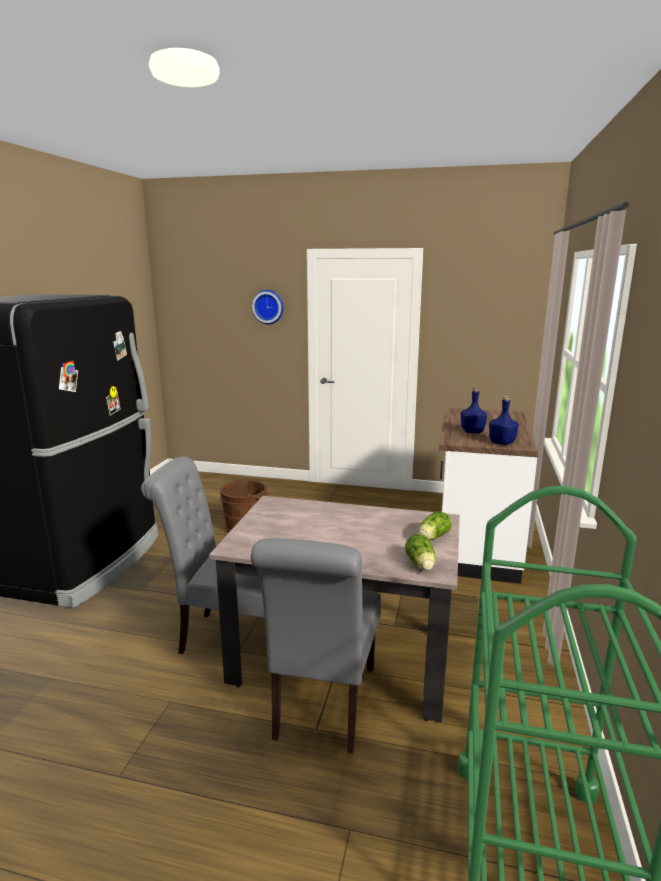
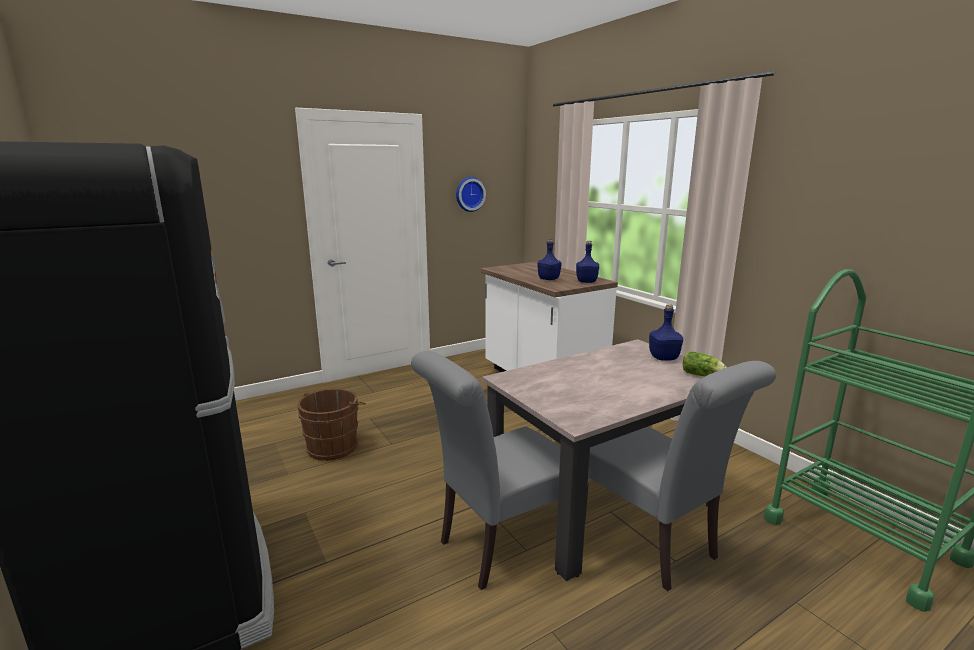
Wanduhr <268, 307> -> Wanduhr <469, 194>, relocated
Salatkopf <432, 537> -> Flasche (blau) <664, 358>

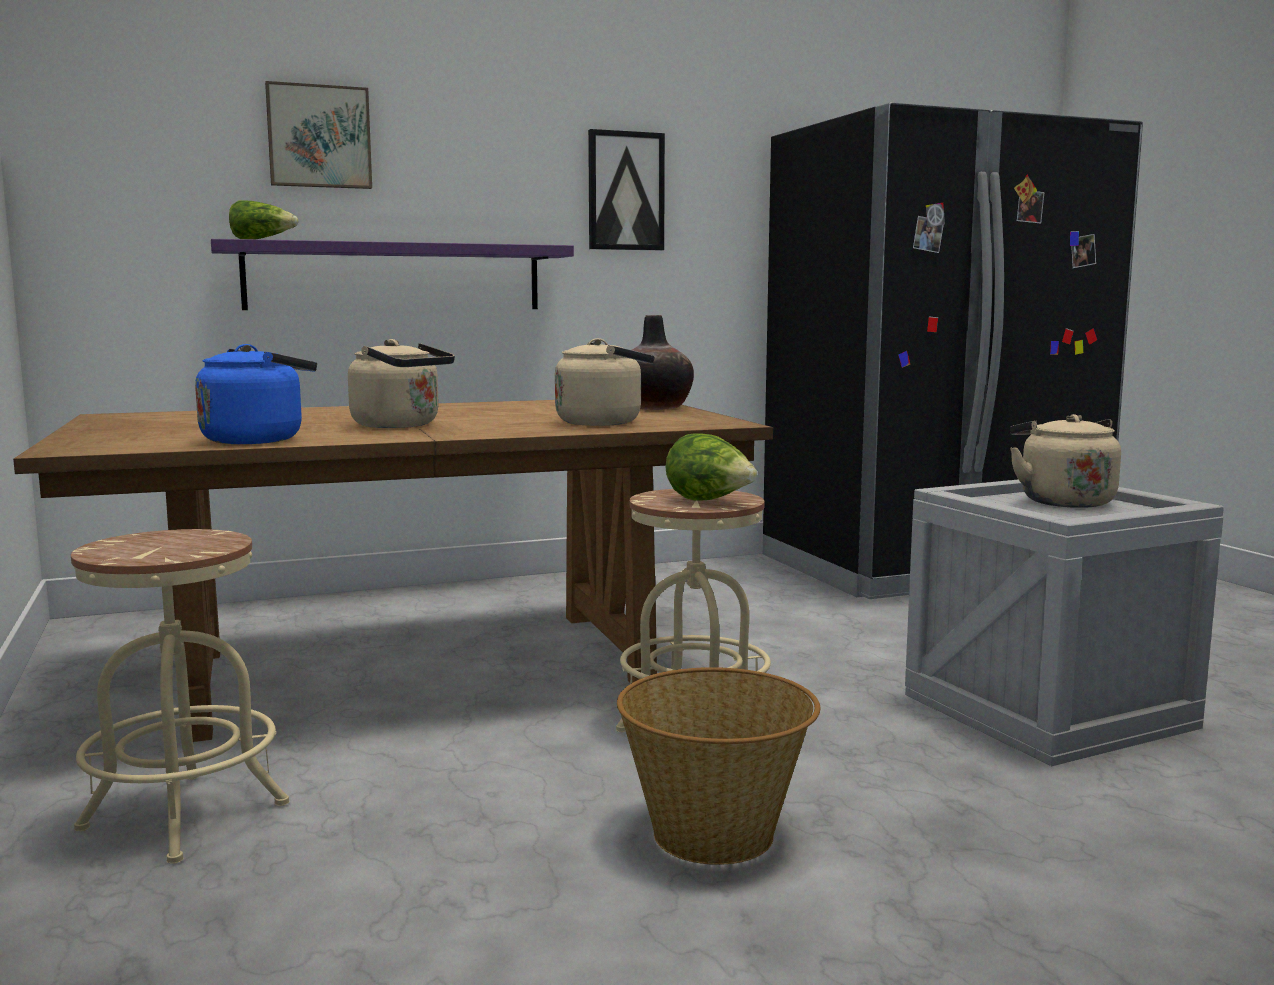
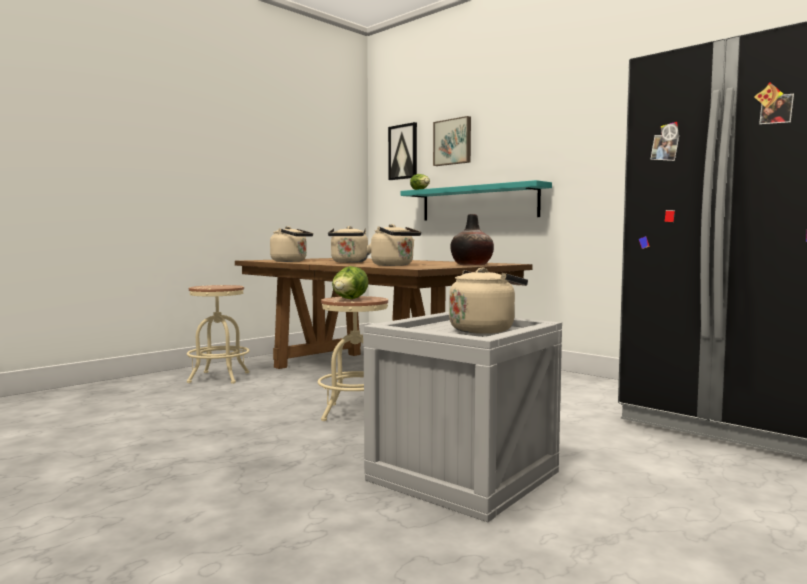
Korb <716, 834> -> none
Bild <625, 191> -> Bild <403, 152>, relocated
Wasserkessel (blau) <258, 440> -> Wasserkessel (beige) <291, 261>
Wandregal (lila) <395, 277> -> Wandregal (türkis) <478, 203>

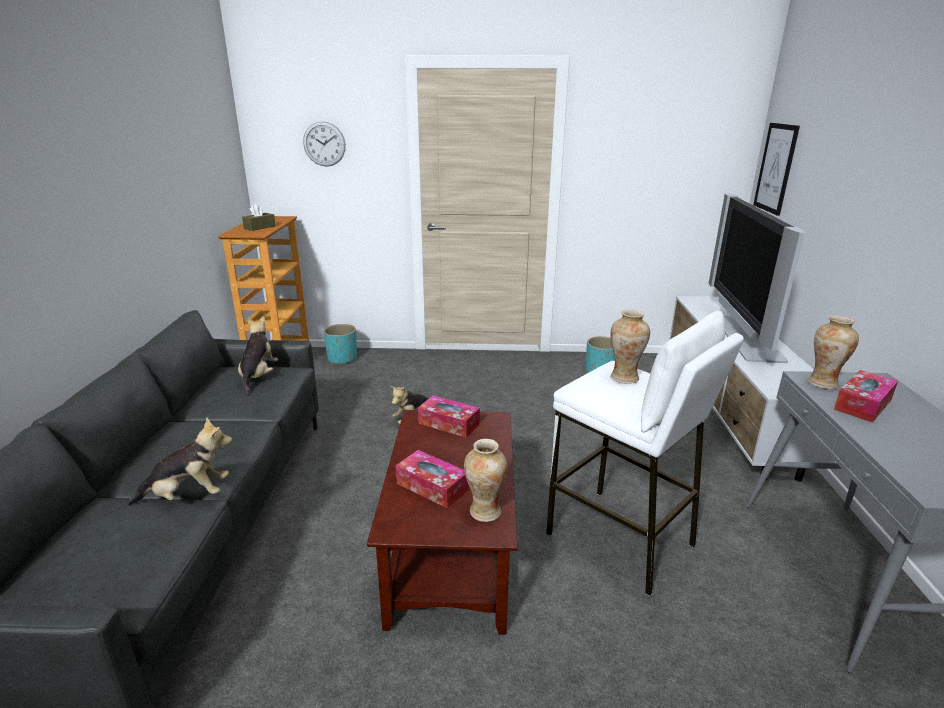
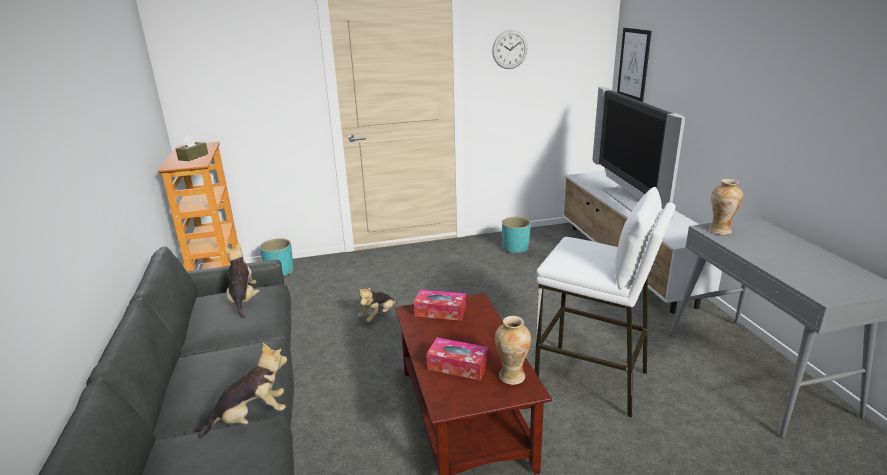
Vase <624, 378> -> none
Taschentuchbox <862, 404> -> none
Wanduhr <324, 144> -> Wanduhr <509, 49>, relocated

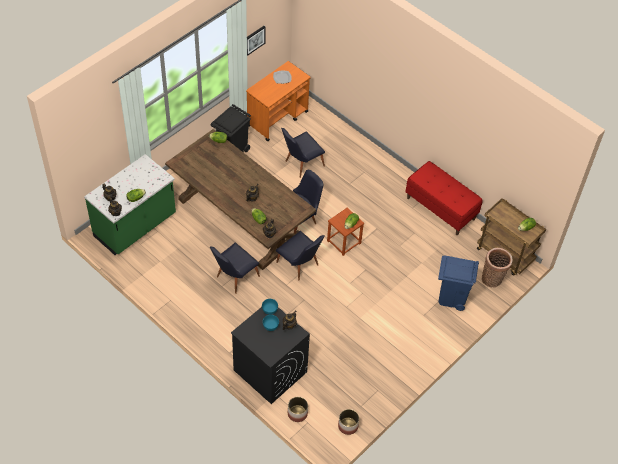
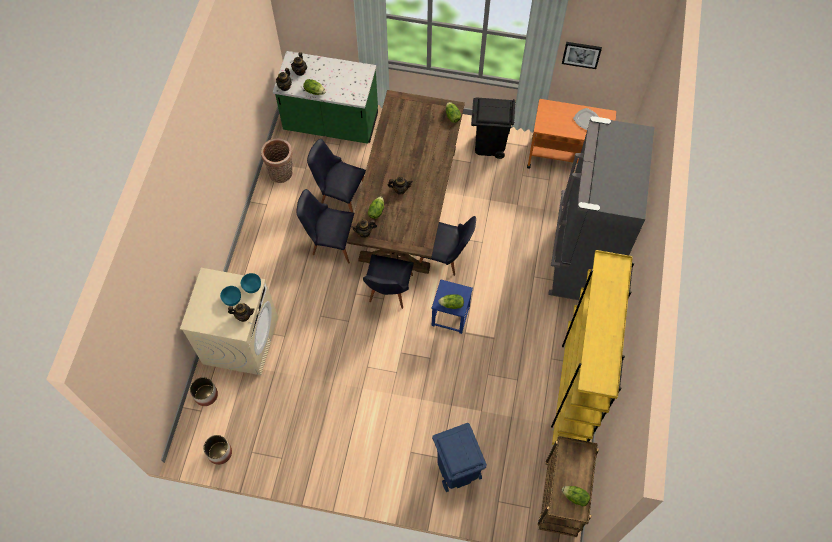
none -> Kühlschrank (grau) <580, 260>
Stuhl (schwarz) <301, 164> -> Stuhl (schwarz) <340, 195>, relocated
Korb <493, 279> -> Korb <282, 174>, relocated
Bank (rot) <441, 208> -> Bücherregal (gelb) <574, 389>
Waschmaschine (schwarz) <269, 371> -> Waschmaschine (beige) <240, 340>
Hocker (braun) <344, 242> -> Hocker (blau) <450, 316>

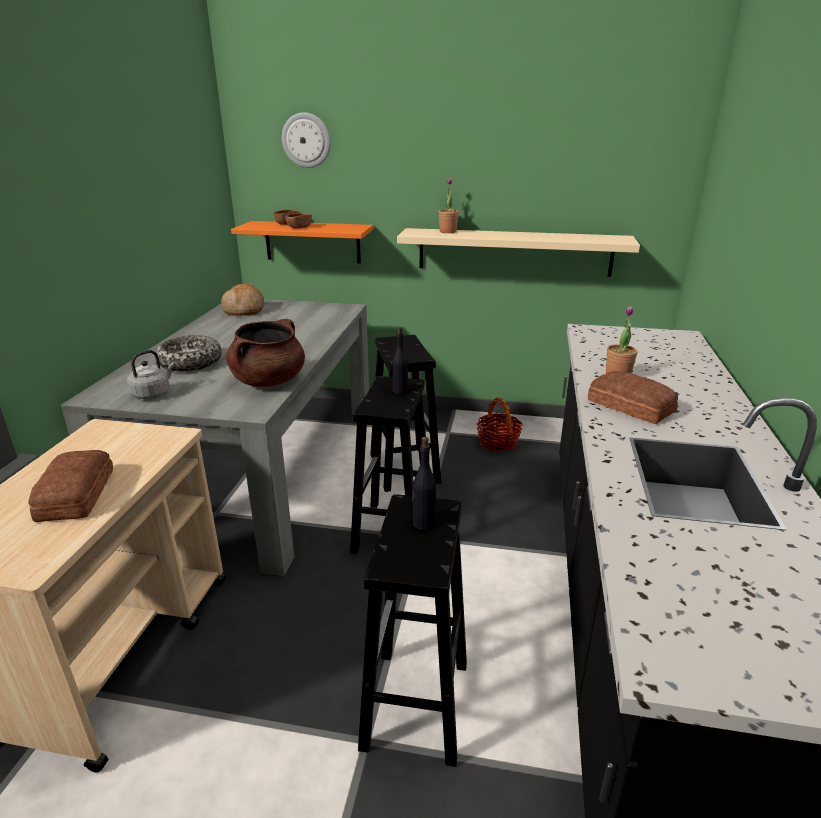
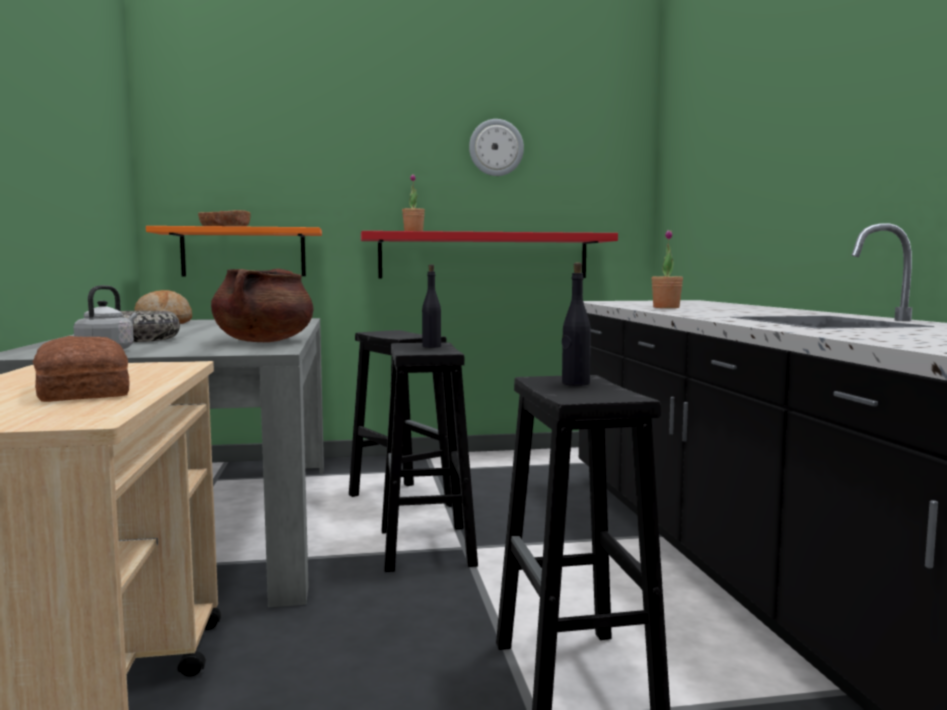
Korb <498, 442> -> none
Brot <630, 407> -> none
Wanduhr <306, 140> -> Wanduhr <496, 147>, relocated
Wandregal (beige) <514, 252> -> Wandregal (rot) <484, 256>

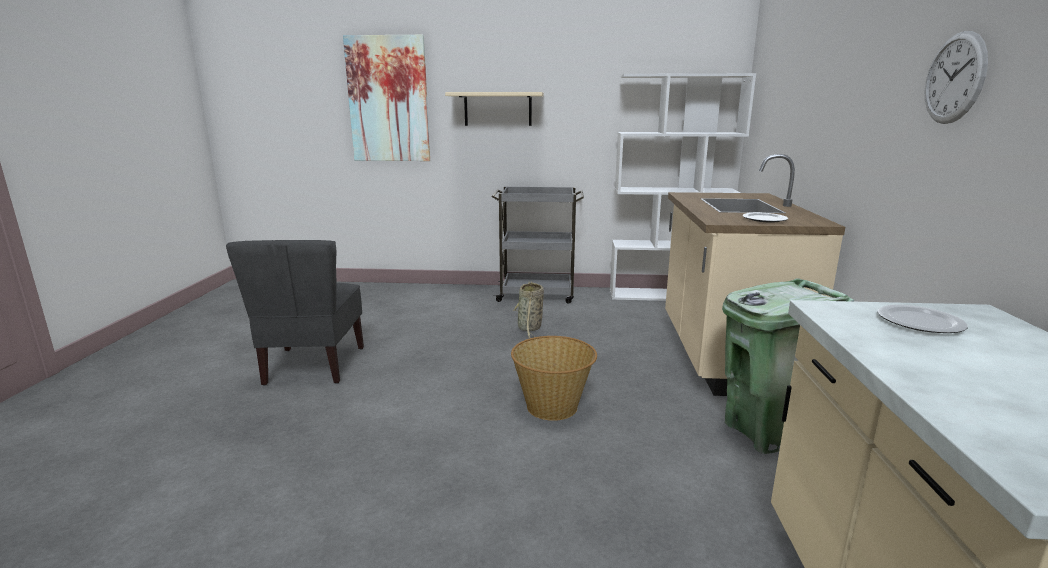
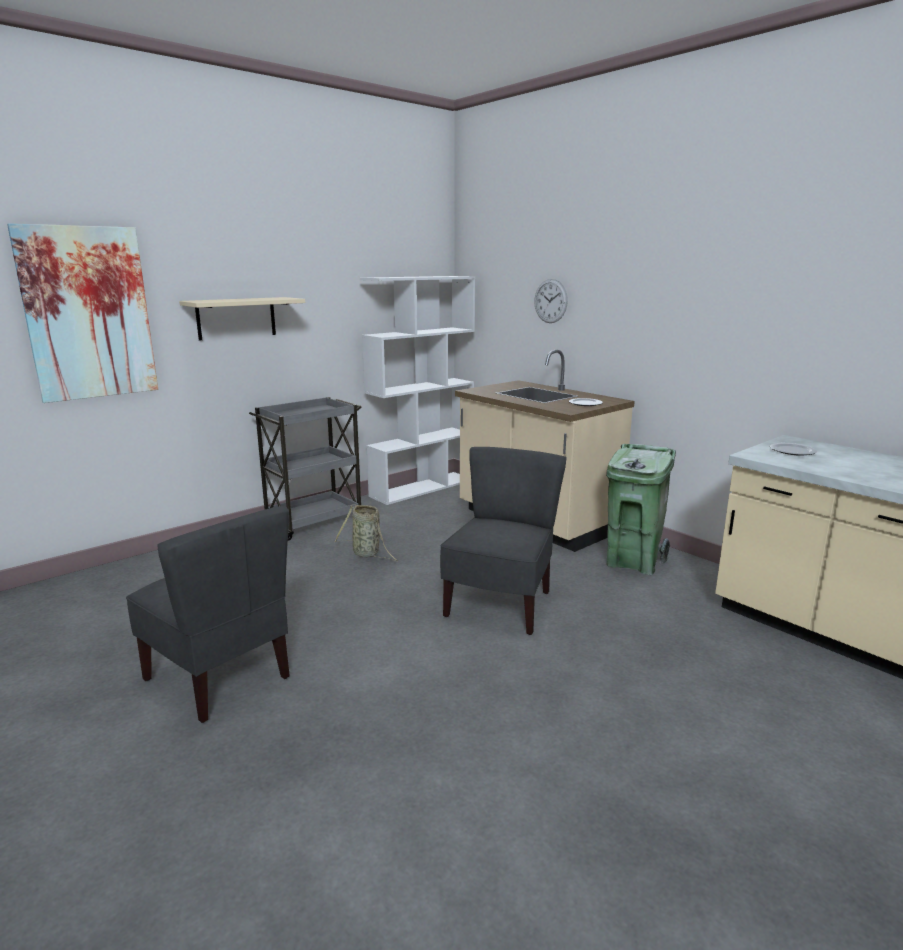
Wanduhr <954, 78> -> Wanduhr <550, 301>, relocated
Korb <553, 406> -> Stuhl (grau) <500, 605>

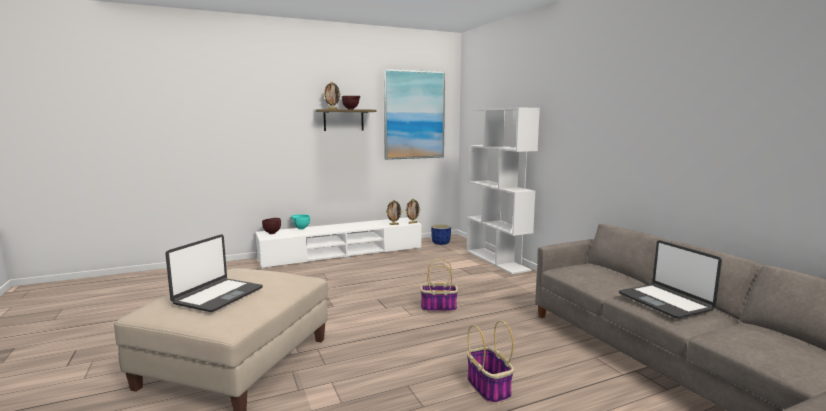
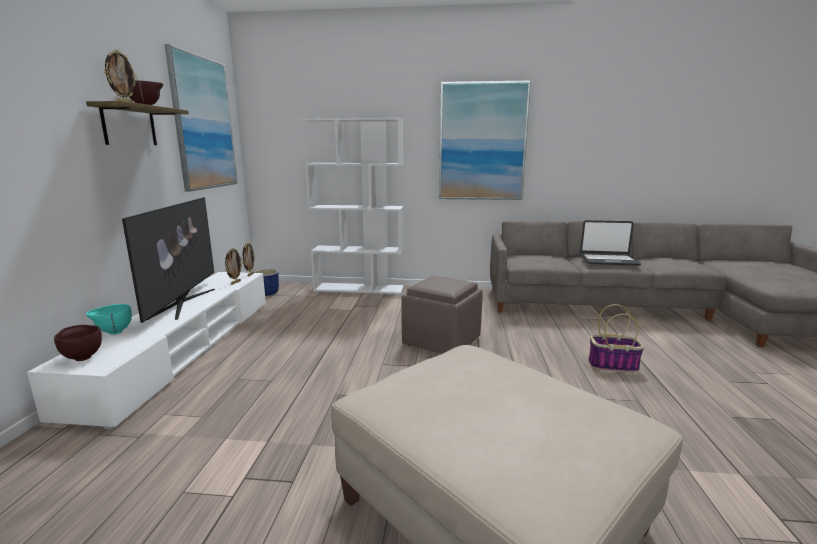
Laptop <218, 296> -> none
none -> Fernseher <182, 303>
none -> Bild <482, 142>
Korb <438, 308> -> Polsterhocker (braun) <442, 341>

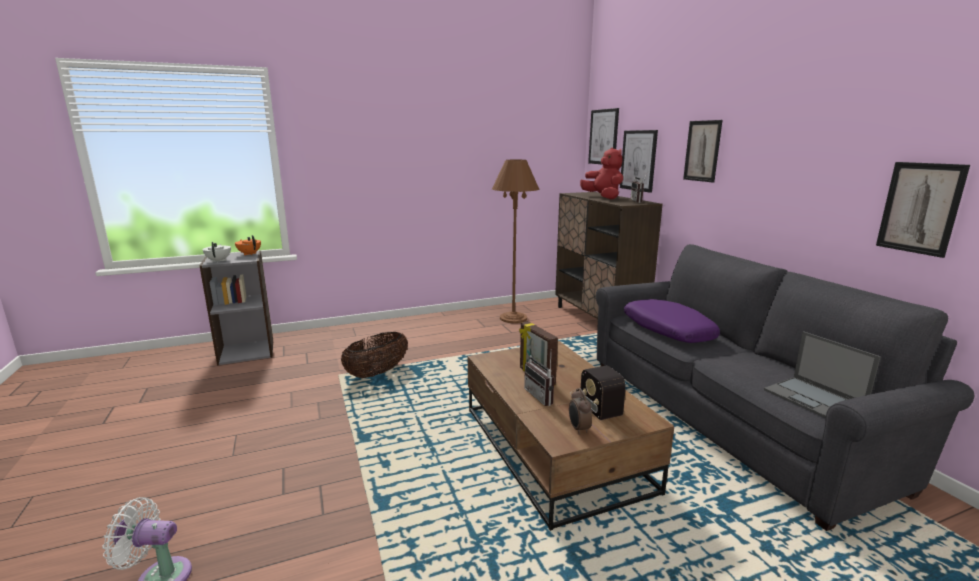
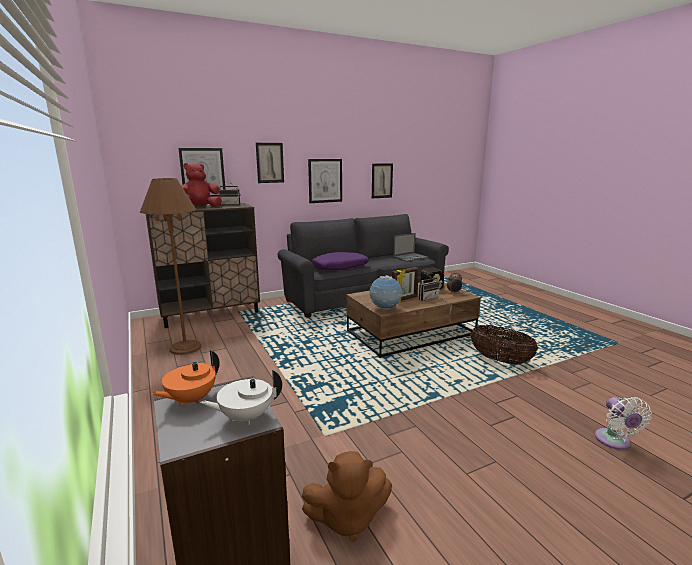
none -> Plüschtier (braun) <347, 518>
none -> Globus <385, 309>
Korb <377, 373> -> Korb <500, 360>, relocated
Bild <603, 137> -> Bild <325, 180>, relocated

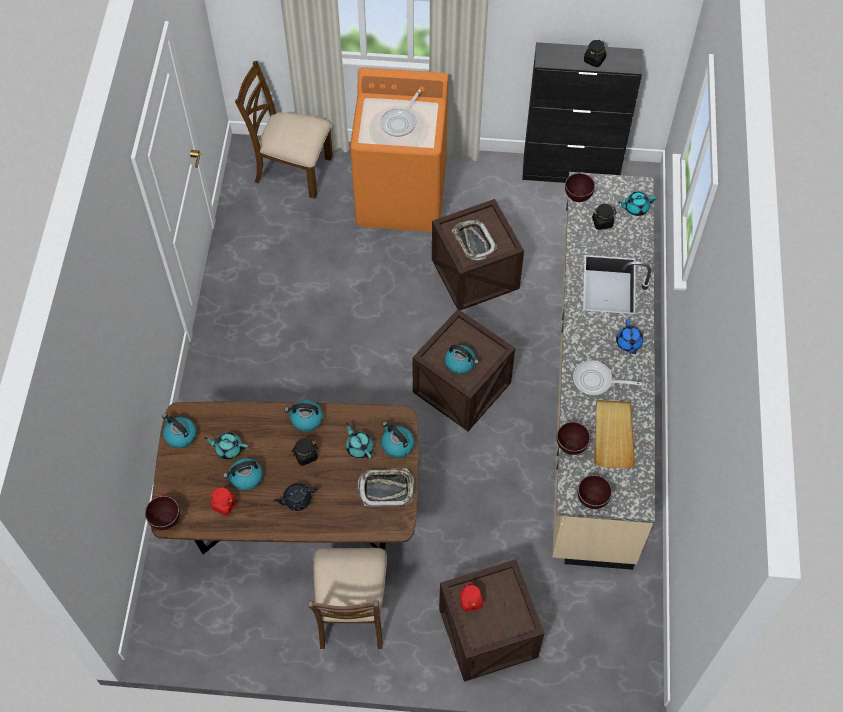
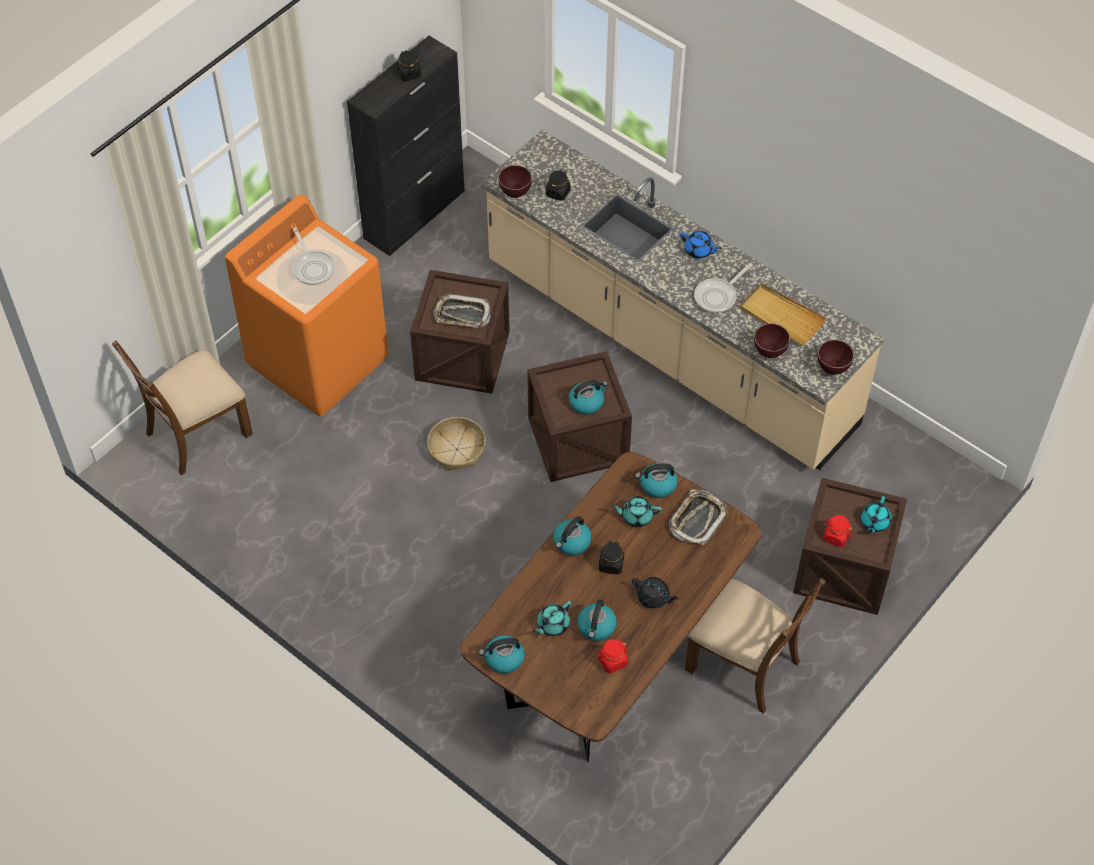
Schüssel (braun) <165, 521> -> none
none -> Korb <457, 449>
Teekanne (türkis) <635, 208> -> Teekanne (türkis) <874, 522>, relocated
Teekanne (schwarz) <297, 500> -> Teekanne (schwarz) <653, 597>, 75 degrees counterclockwise

